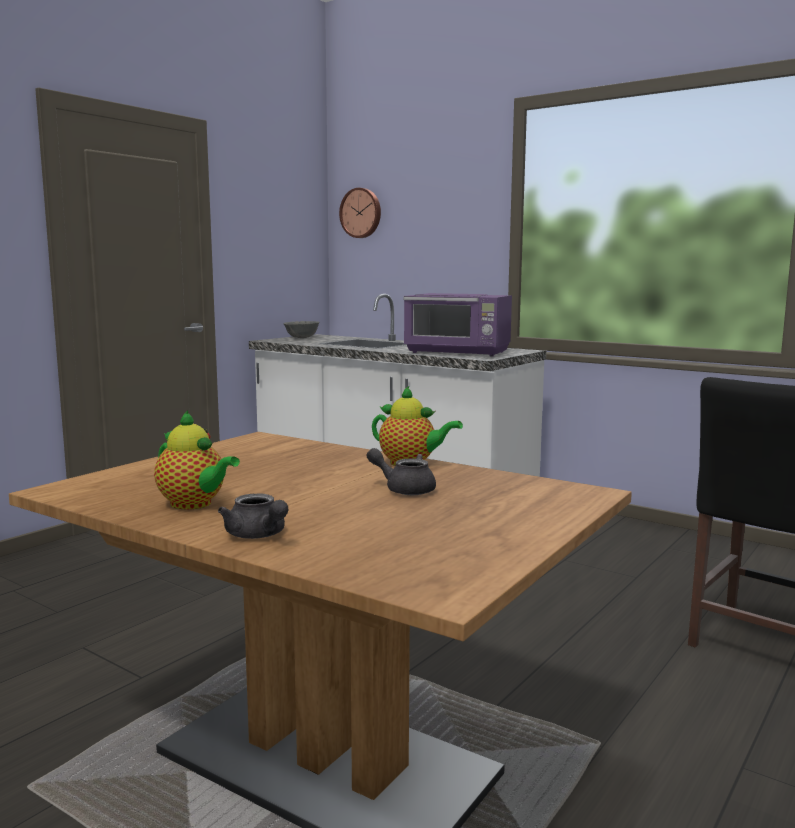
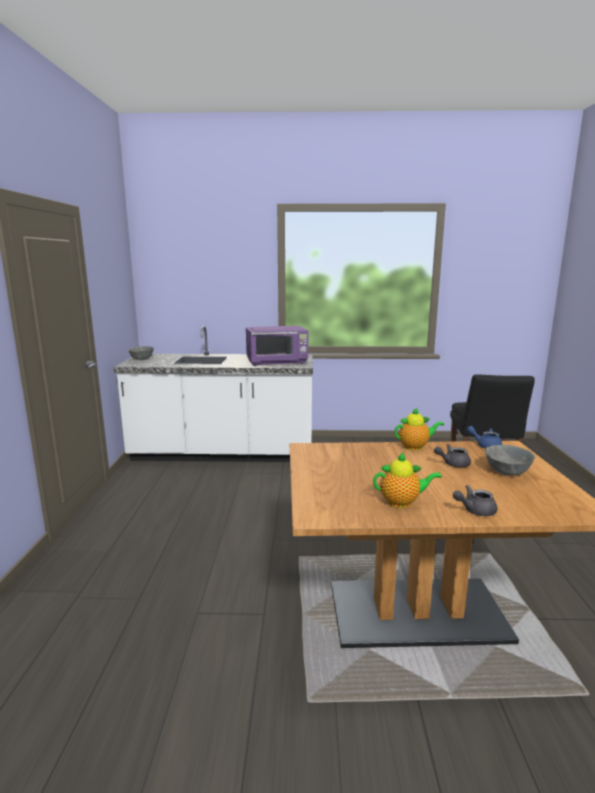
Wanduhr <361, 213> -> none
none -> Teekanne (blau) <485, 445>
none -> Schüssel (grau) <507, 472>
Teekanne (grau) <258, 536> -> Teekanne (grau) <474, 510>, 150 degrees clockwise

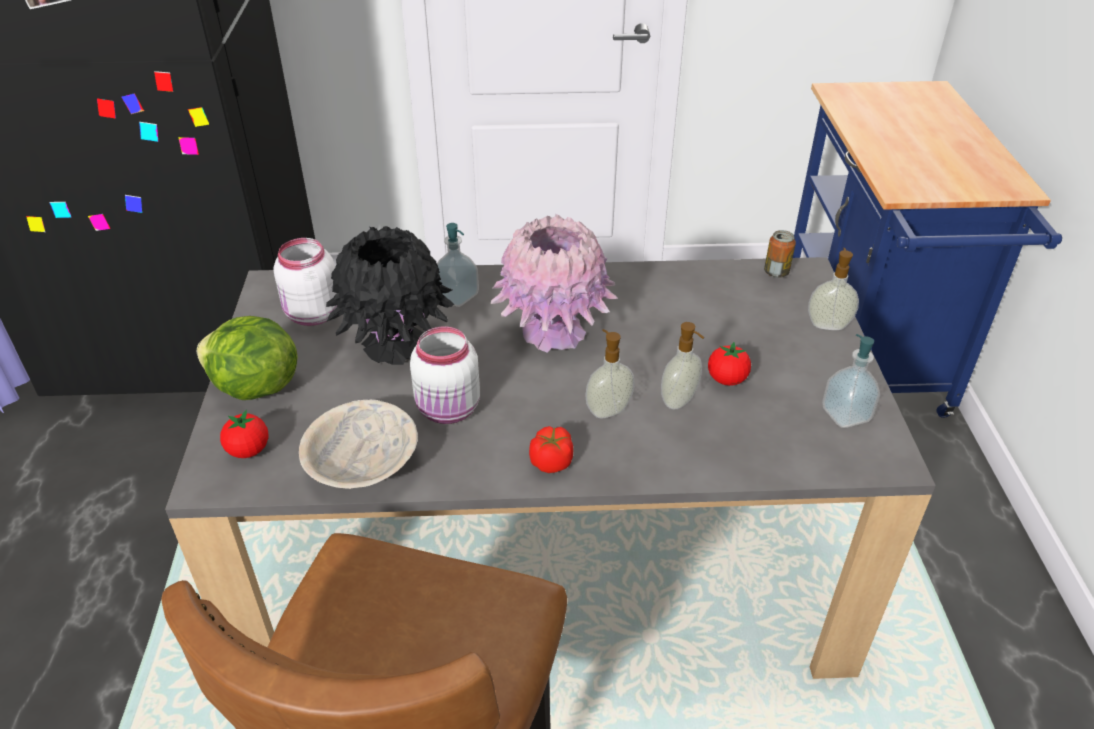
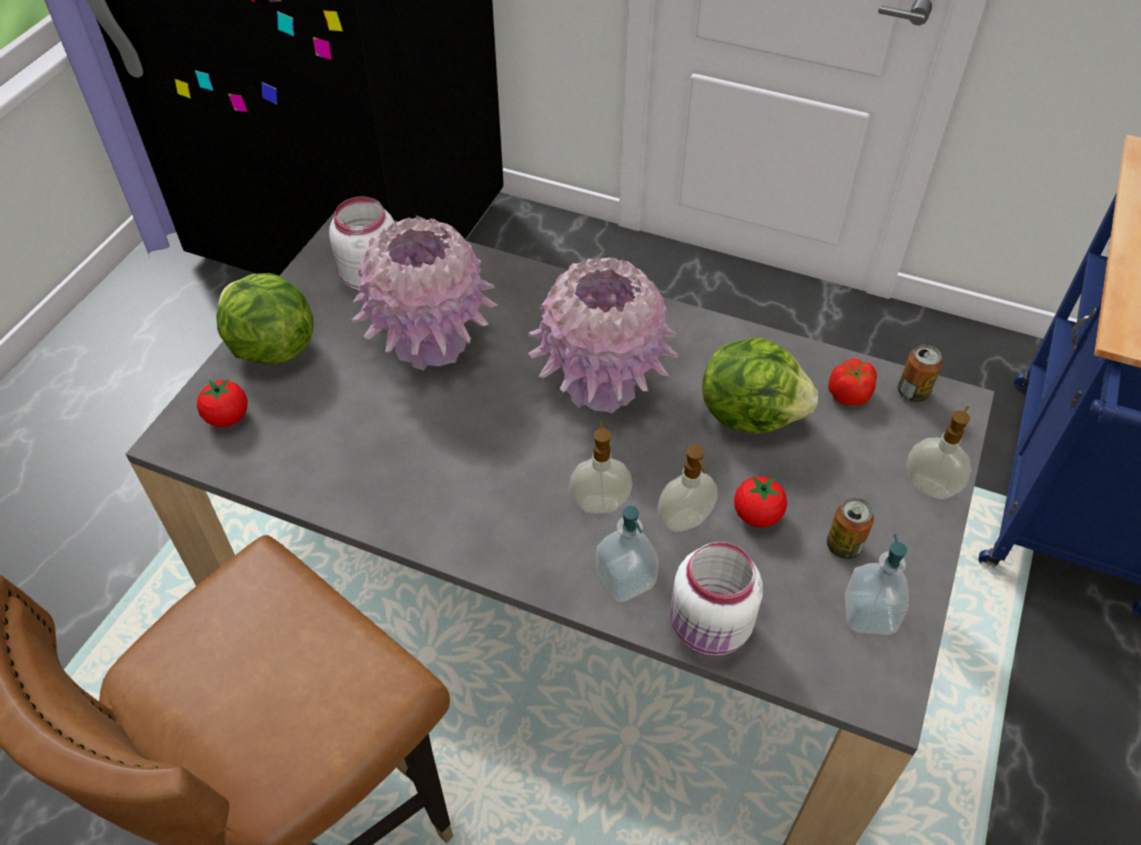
Schüssel (beige) <363, 465> -> none
none -> Salatkopf <750, 413>
none -> Dose <843, 546>
Vorratsglas (weiß) <449, 410> -> Vorratsglas (weiß) <710, 629>, relocated
Seifenspender <457, 296> -> Seifenspender <625, 579>, relocated
Tomate <551, 462> -> Tomate <849, 394>, relocated
Vase (schwarz) <395, 344> -> Vase (rosa) <429, 343>

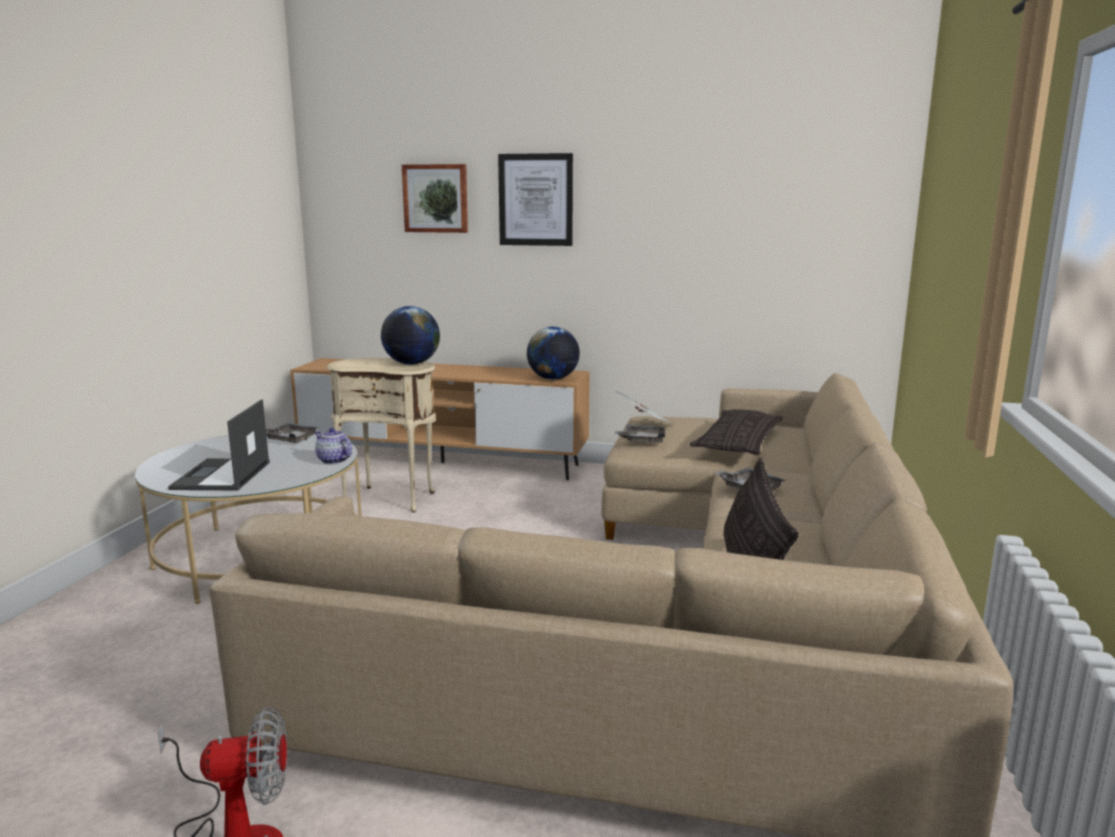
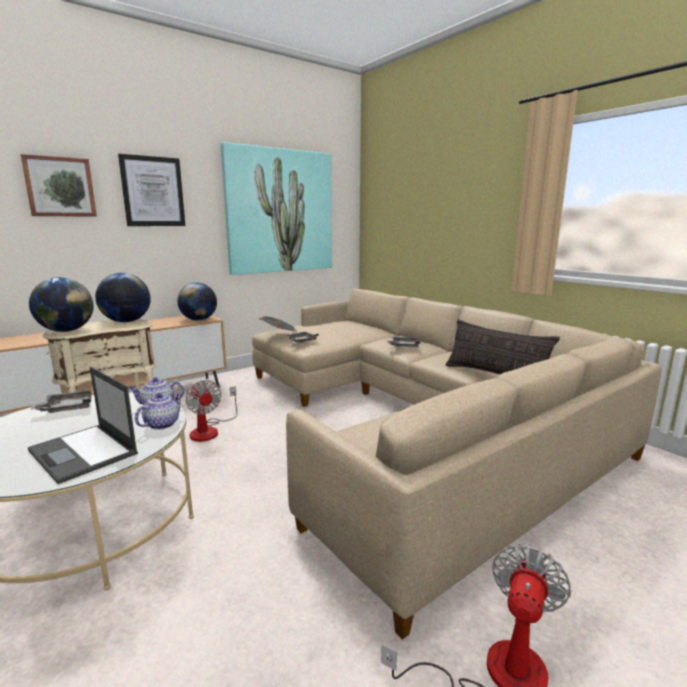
Kissen <738, 442> -> none
none -> Globus <66, 331>
none -> Teekanne <162, 424>
none -> Ventilator <210, 430>
none -> Bild <280, 212>

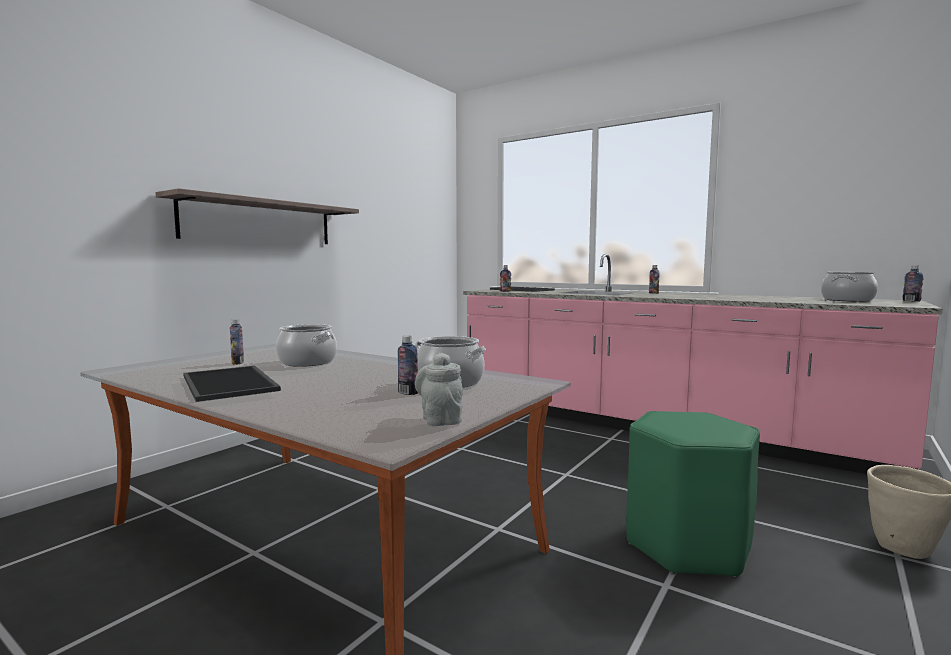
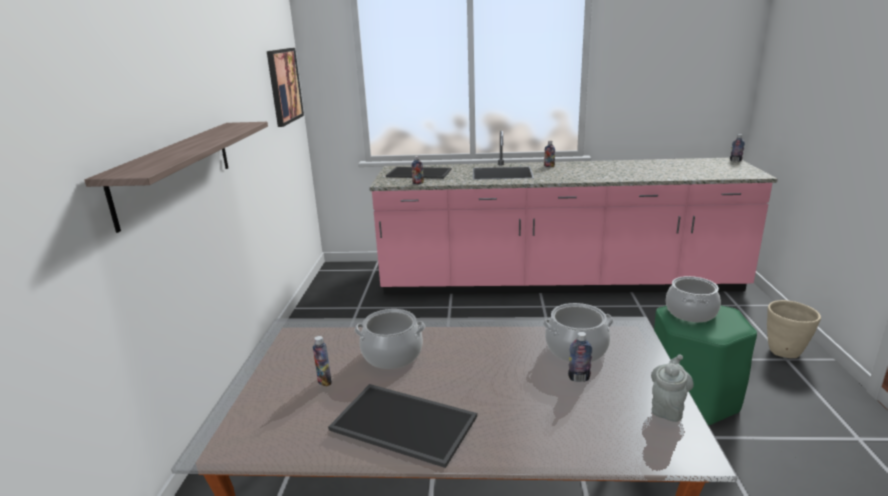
none -> Bild <284, 86>
Kochtopf <847, 300> -> Kochtopf <690, 312>, relocated
Teekanne (grau) <440, 419> -> Teekanne (grau) <667, 408>, 75 degrees clockwise

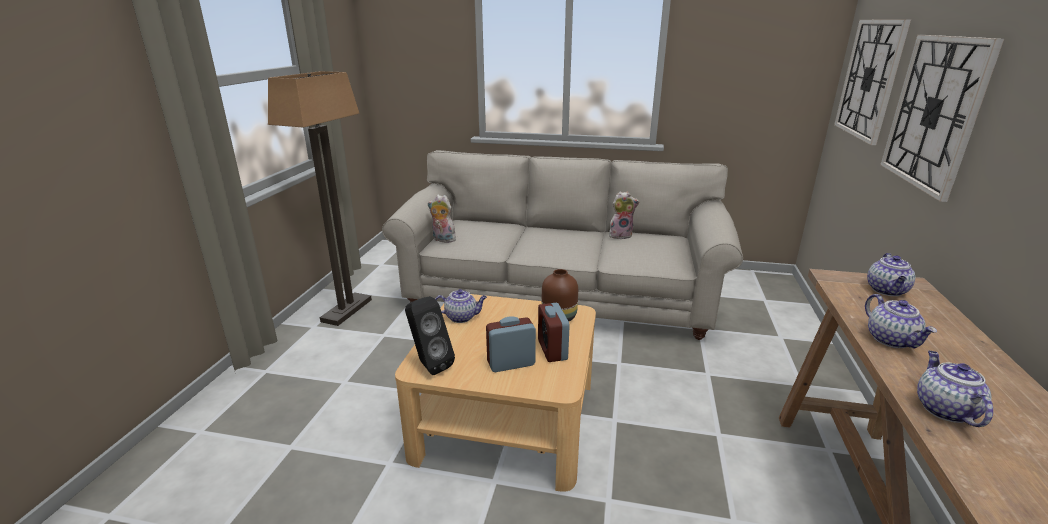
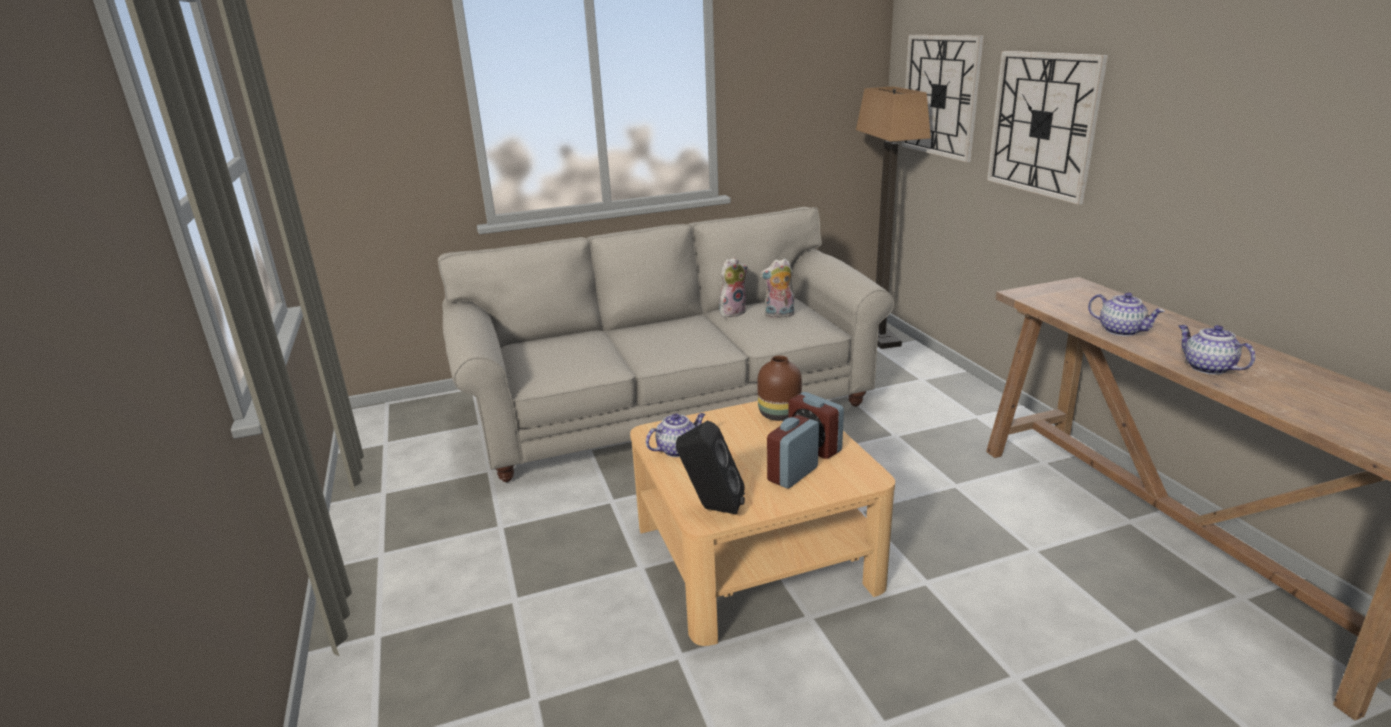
Teekanne <887, 291> -> none
Stehlampe <346, 310> -> Stehlampe <878, 336>, relocated
Plüschtier <442, 240> -> Plüschtier <778, 315>, relocated

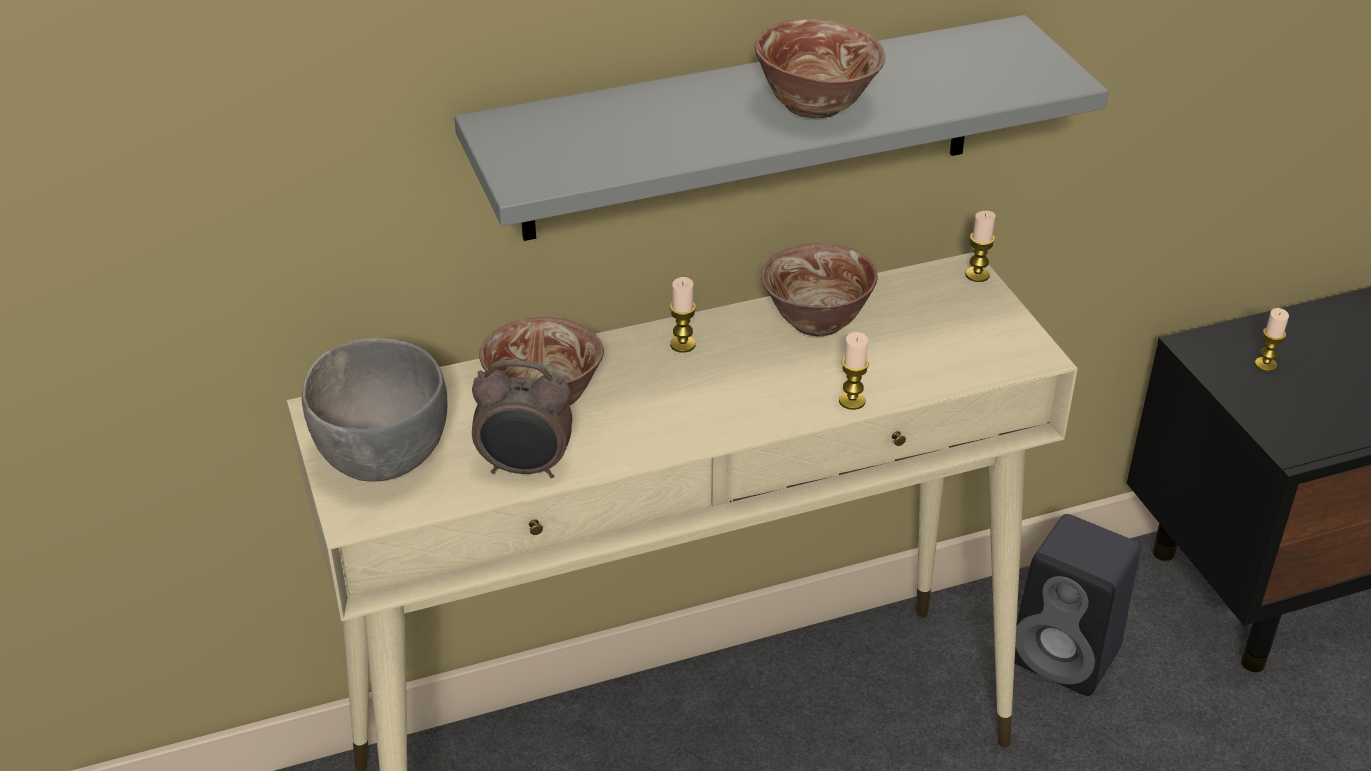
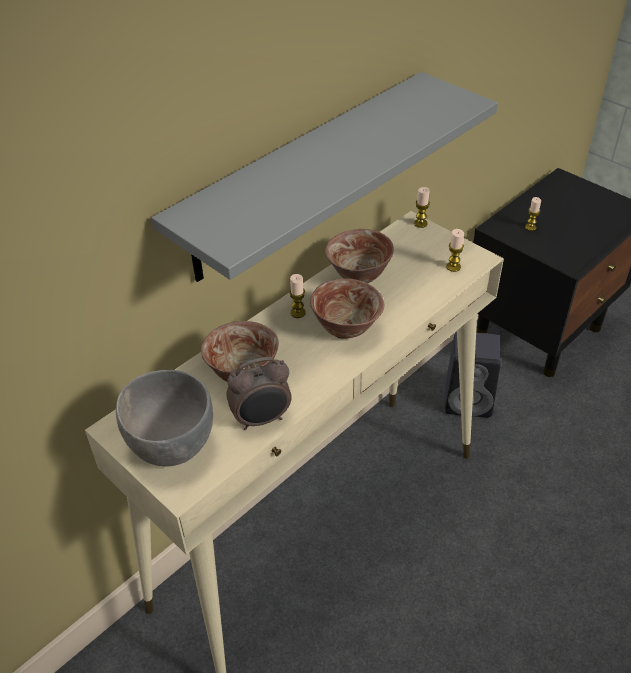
Schüssel <815, 105> -> Schüssel <346, 328>, relocated
Kerze <852, 401> -> Kerze <453, 267>, relocated

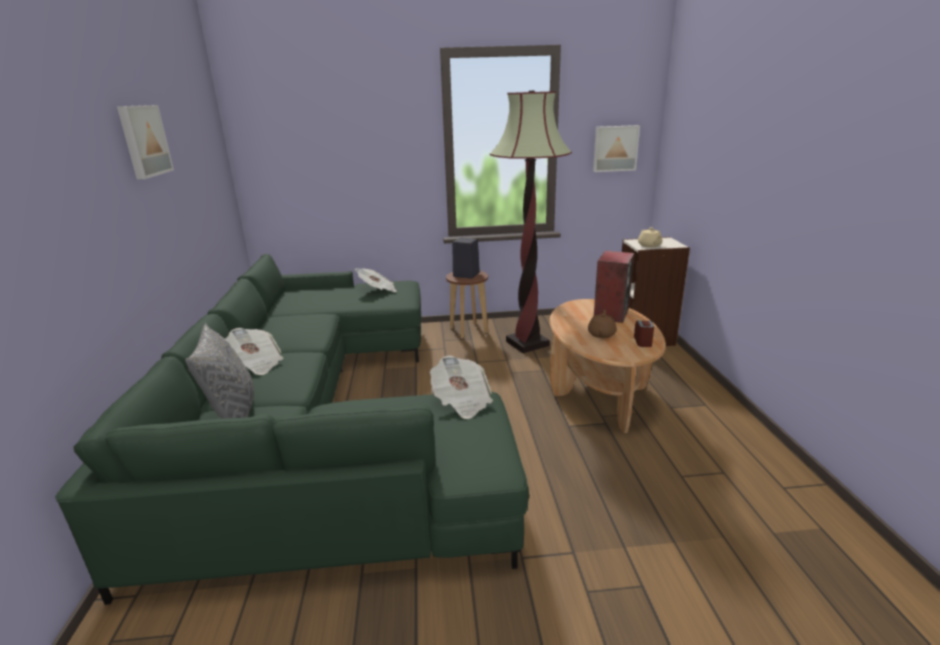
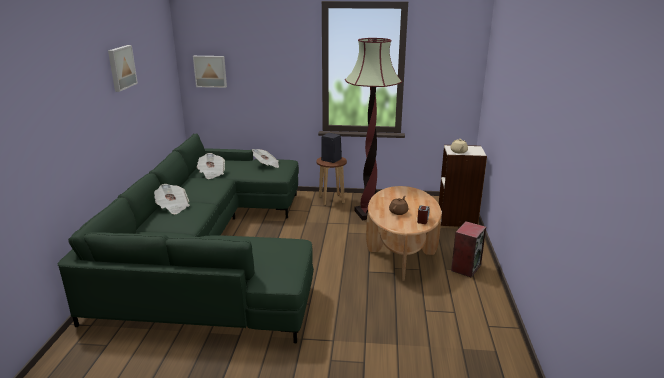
Kissen (grau) <234, 413> -> none
Zeitung <461, 401> -> Zeitung <211, 173>, relocated
Bild <615, 148> -> Bild <210, 71>, relocated
Lautsprecher <610, 313> -> Lautsprecher <465, 267>, relocated

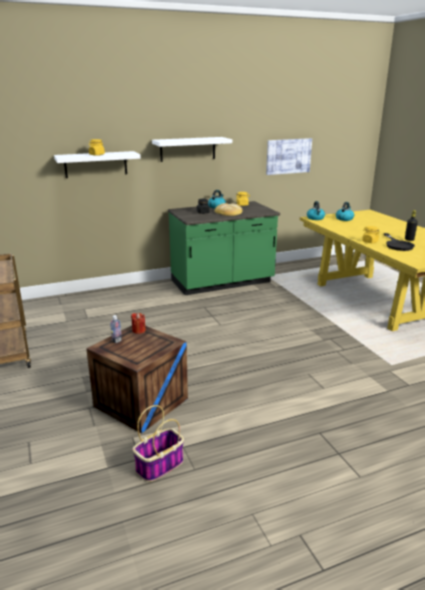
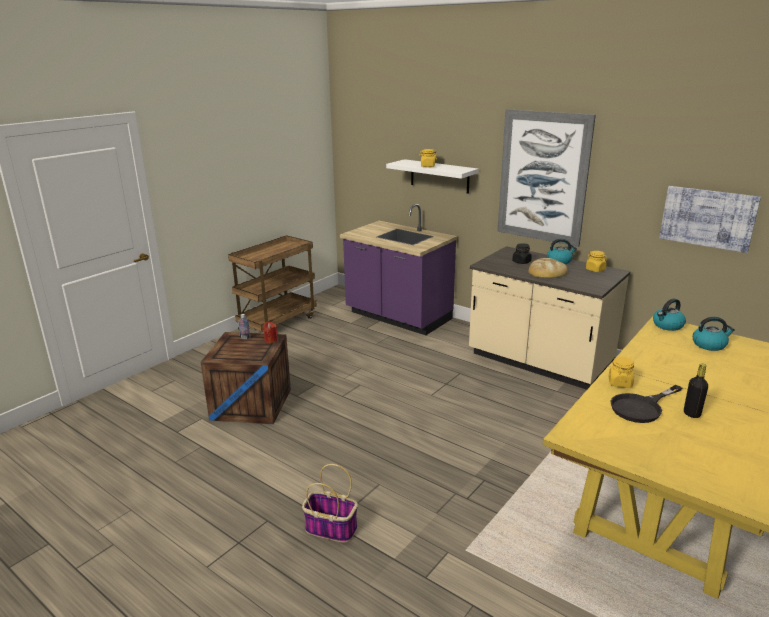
none -> Küchenzeile (lila) <398, 317>
Korb <159, 466> -> Korb <330, 528>, relocated
Wandregal (weiß) <188, 149> -> Bild <543, 177>
Küchenzeile (grün) <222, 282> -> Küchenzeile (beige) <539, 362>

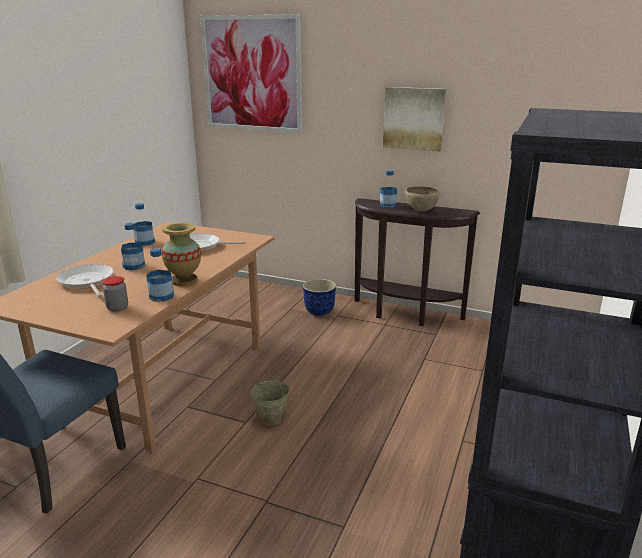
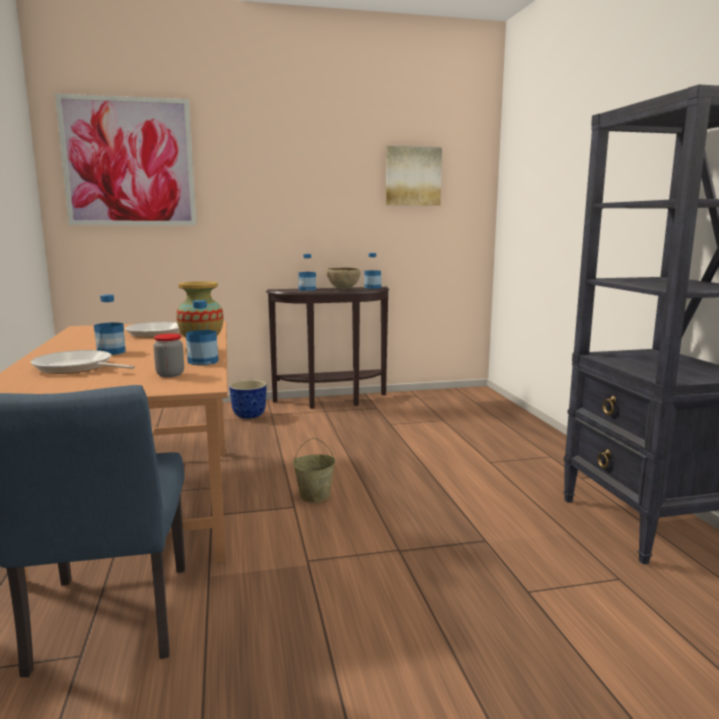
Flasche <145, 242> -> Flasche <372, 287>, relocated
Bild <414, 118> -> Bild <413, 176>, relocated

